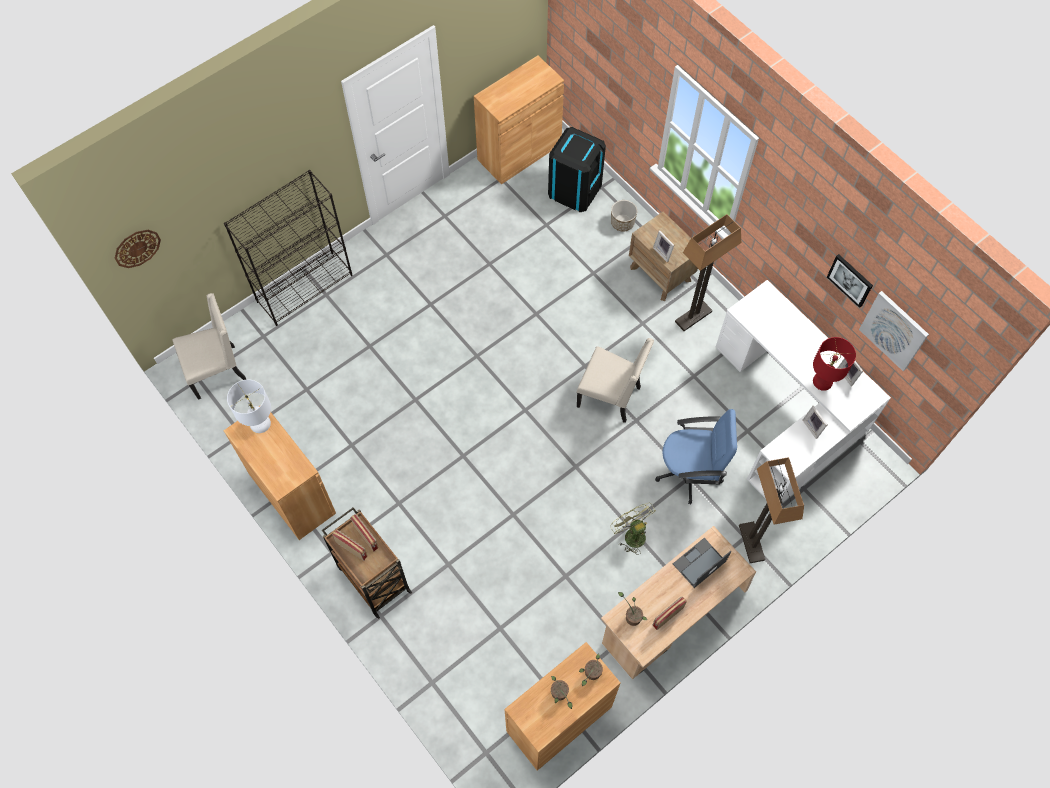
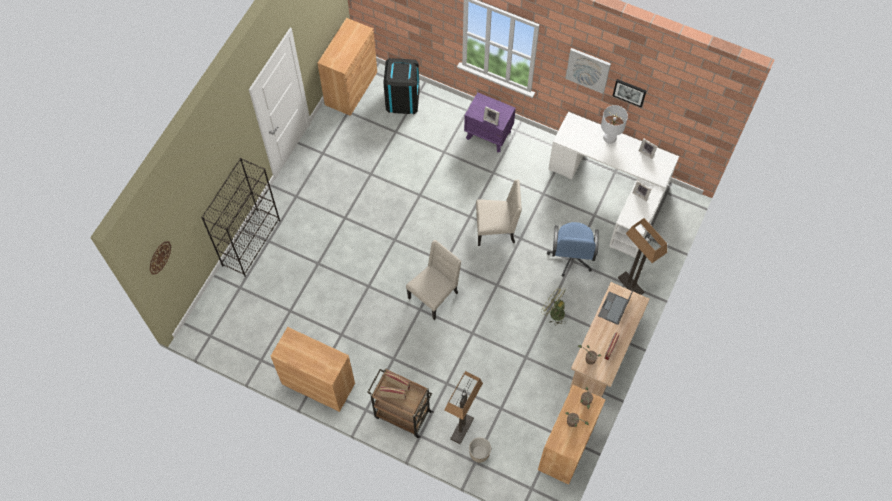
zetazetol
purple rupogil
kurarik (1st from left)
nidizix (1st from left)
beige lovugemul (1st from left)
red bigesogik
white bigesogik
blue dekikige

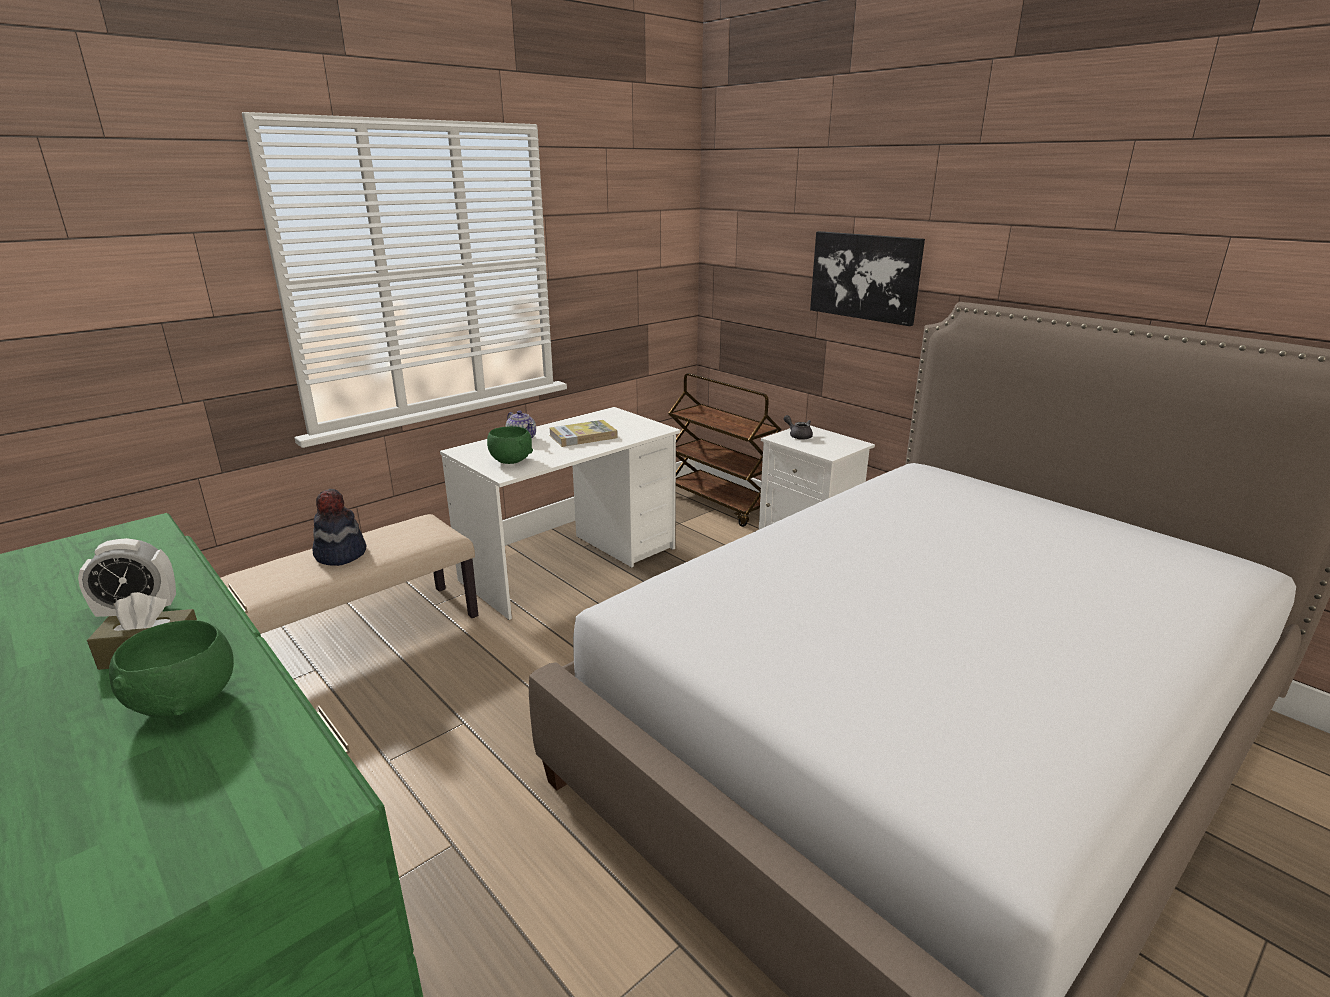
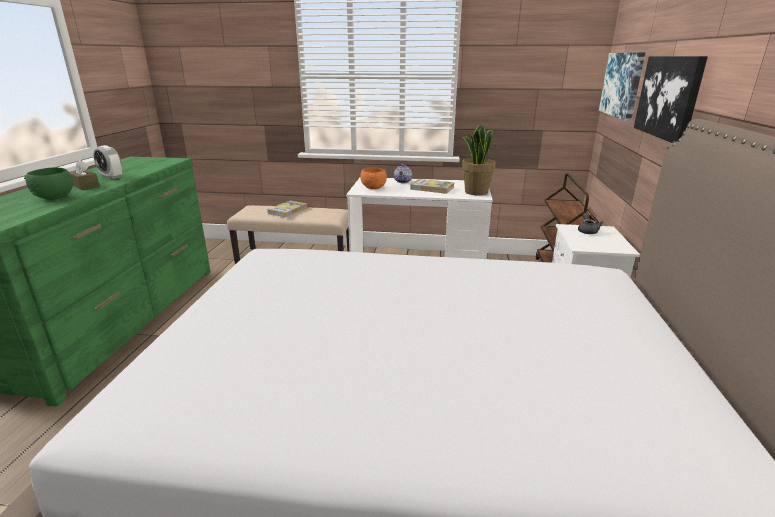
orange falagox
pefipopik (1st from left)
nidizix (1st from left)
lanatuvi

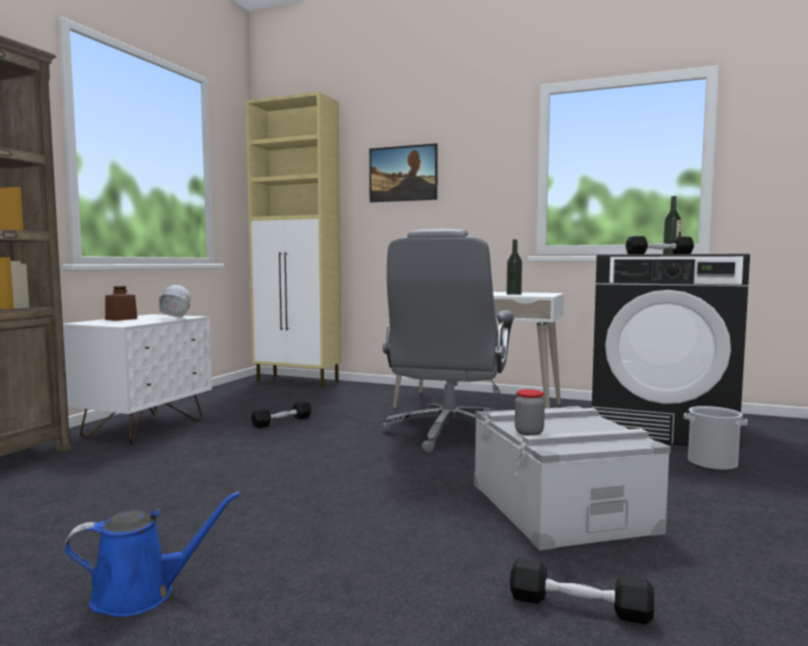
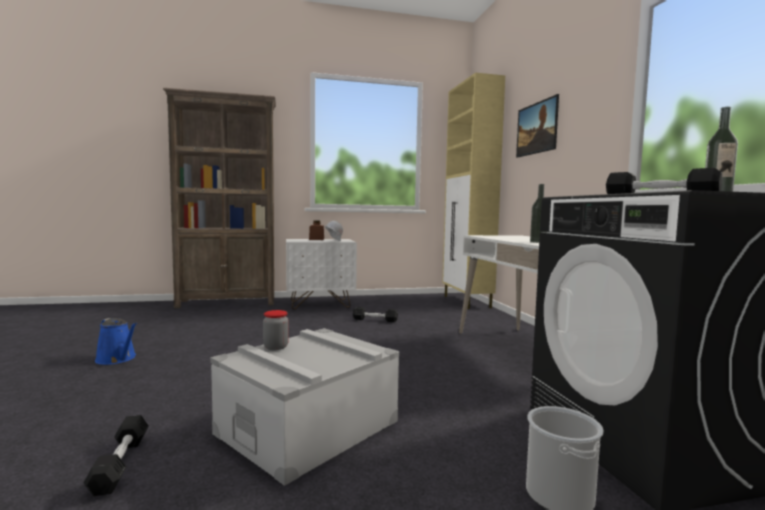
grey dekikige

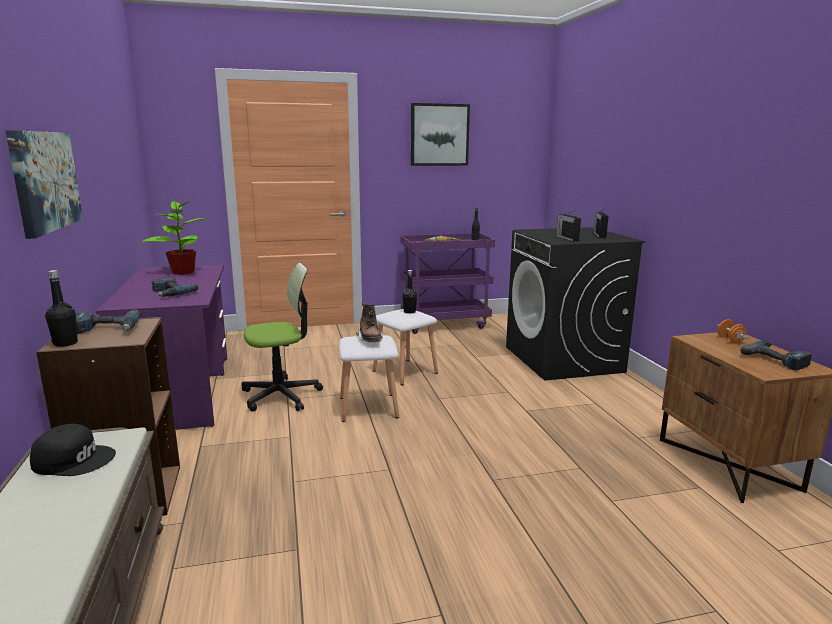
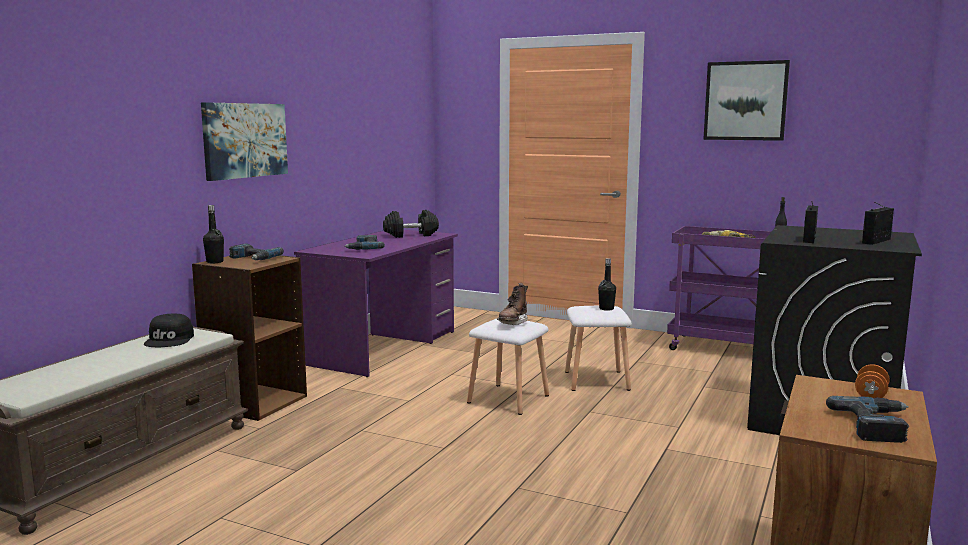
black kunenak
dekikige
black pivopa

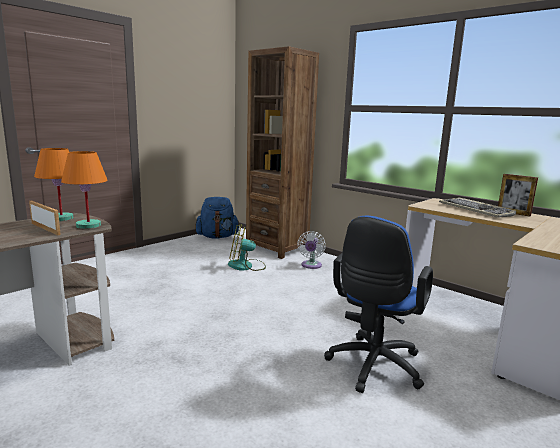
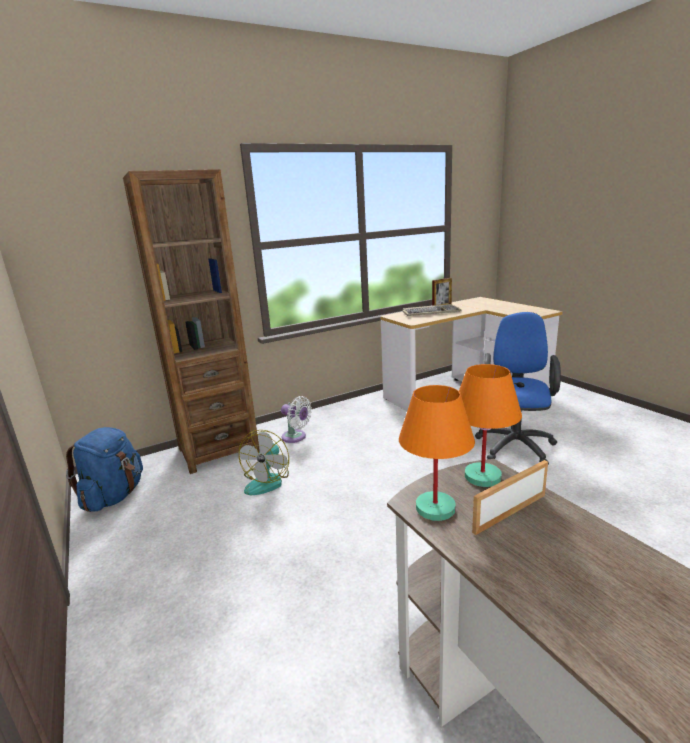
blue dekikige

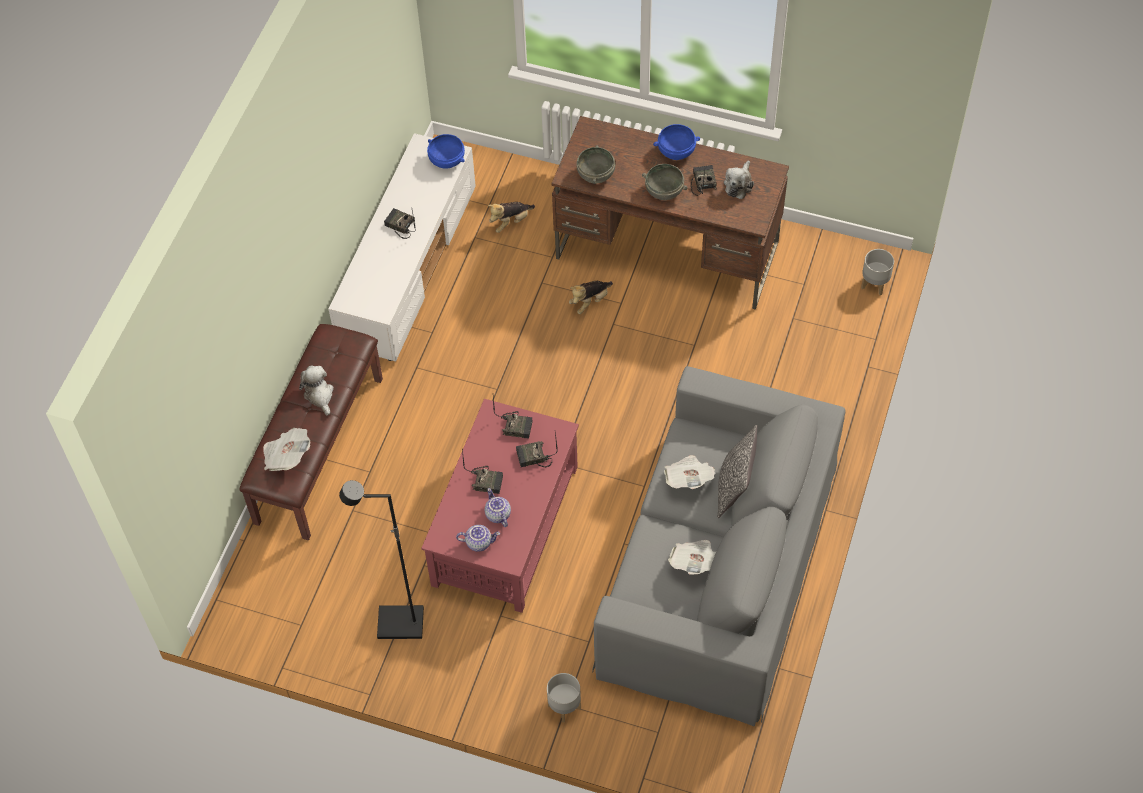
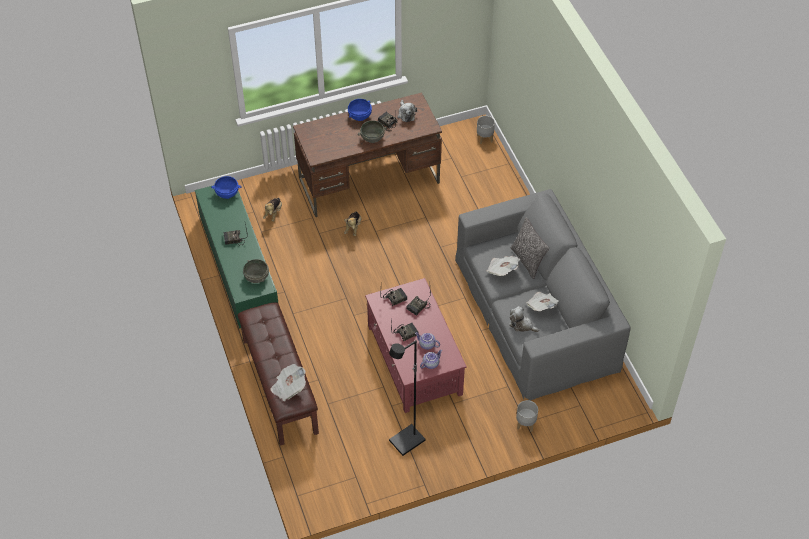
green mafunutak
grey falagox (1st from left)
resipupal (4th from left)

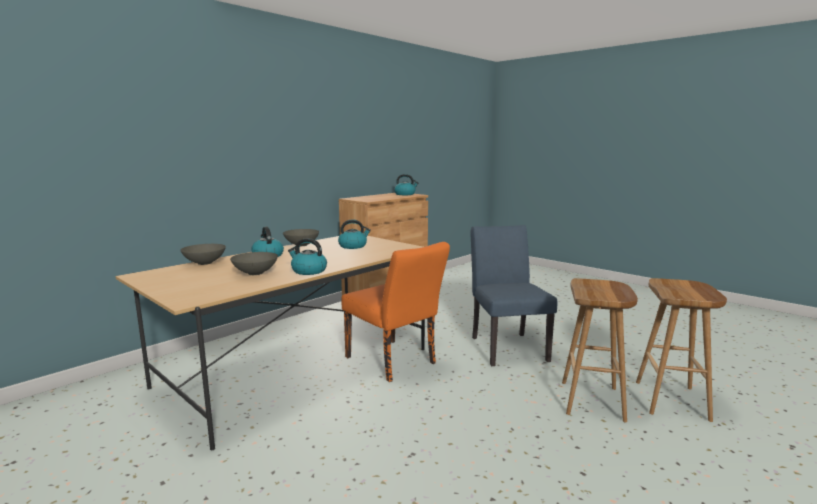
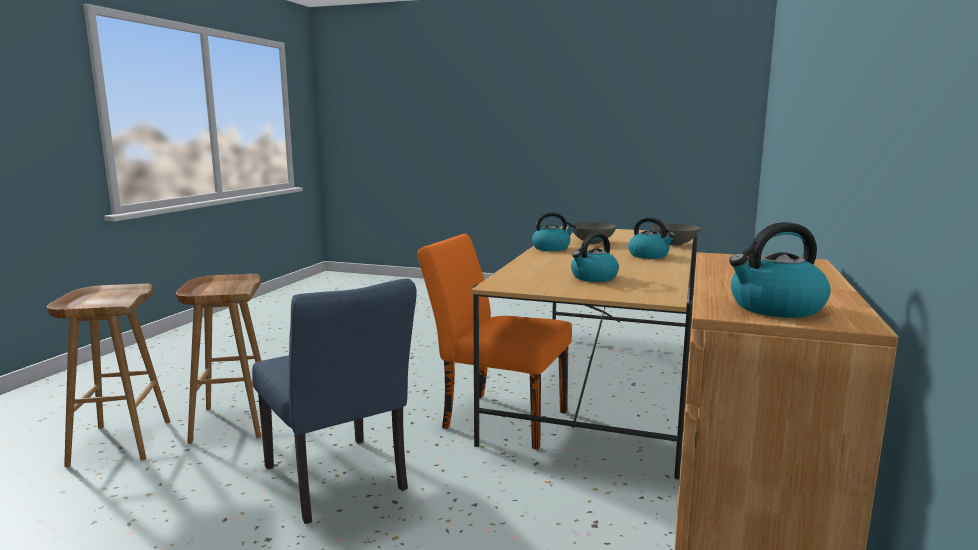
grey falagox (3rd from left in the first image)

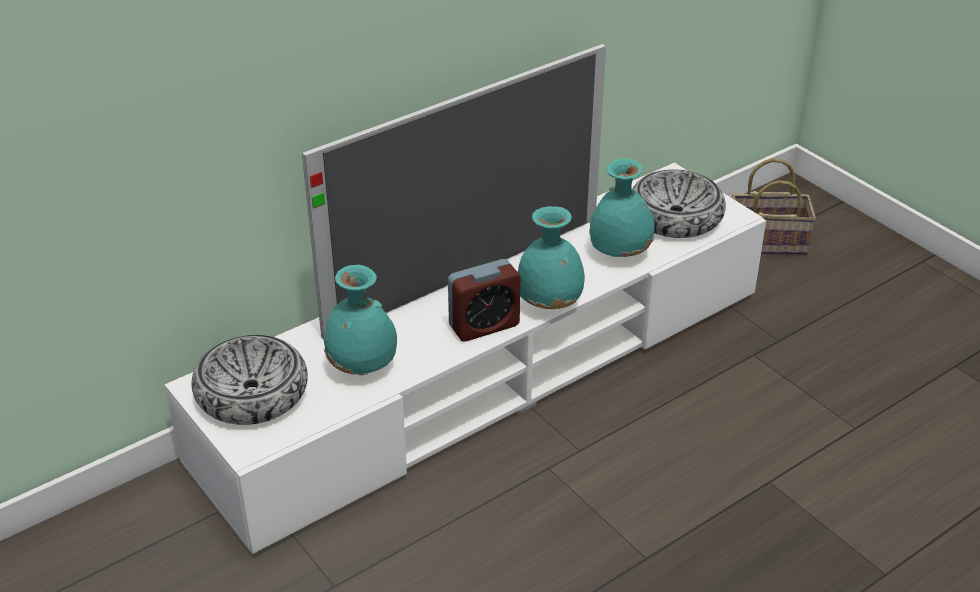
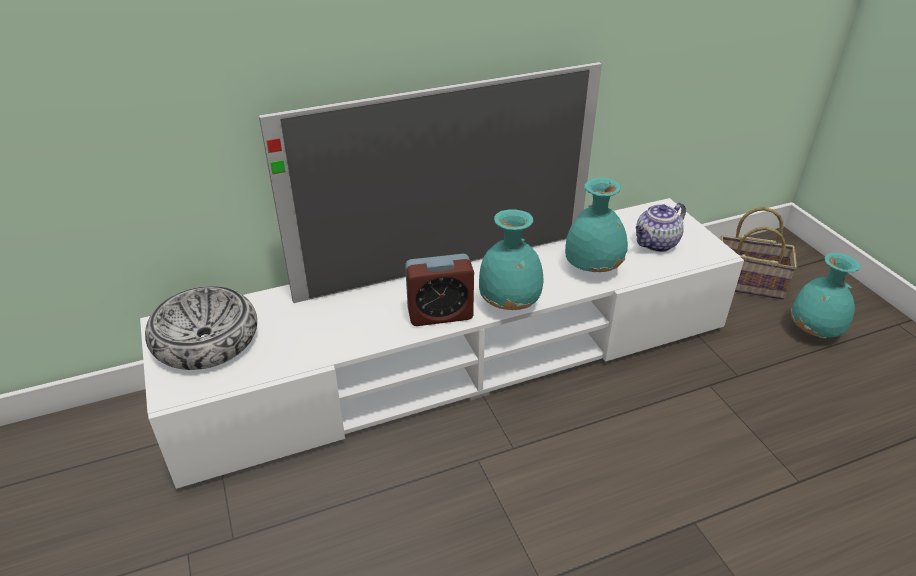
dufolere
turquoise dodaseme (3rd from left)

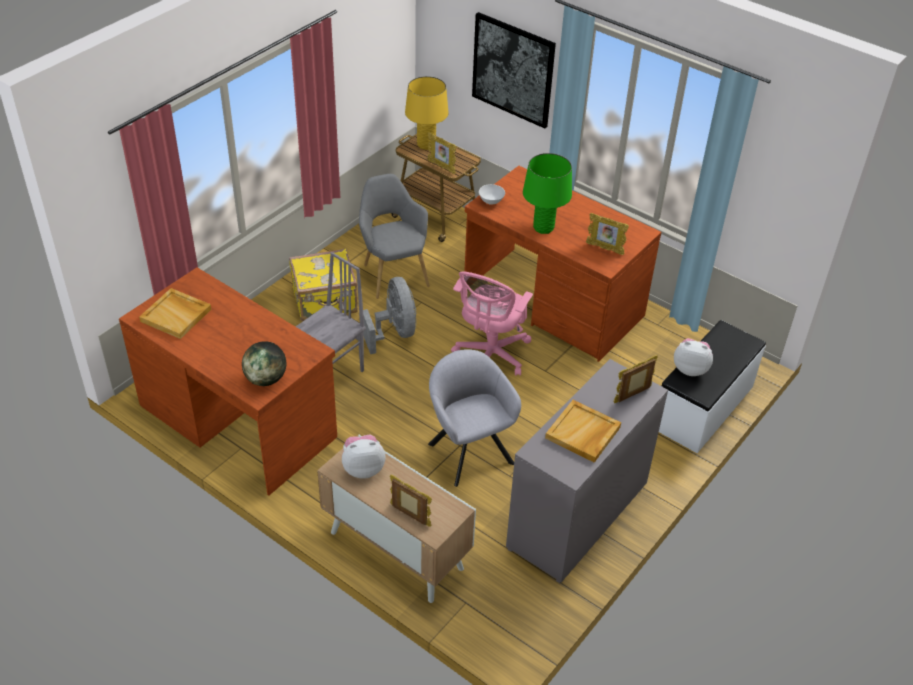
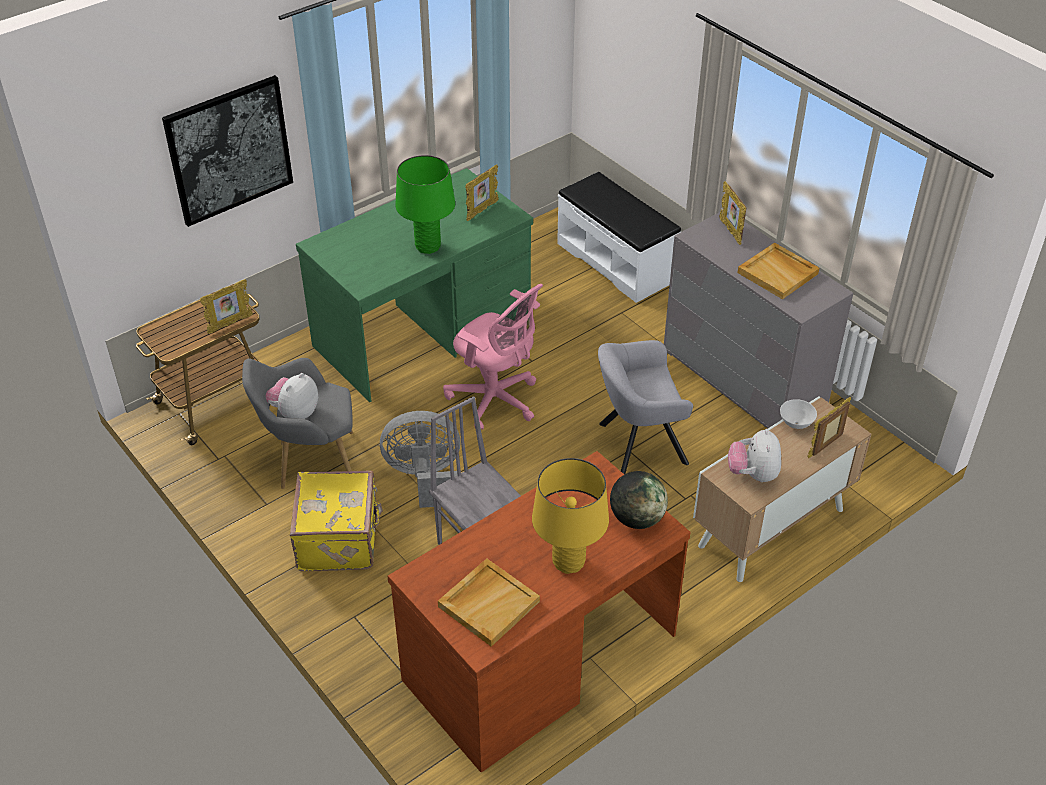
yellow bigesogik
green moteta
white falagox
resipupal (1st from left)

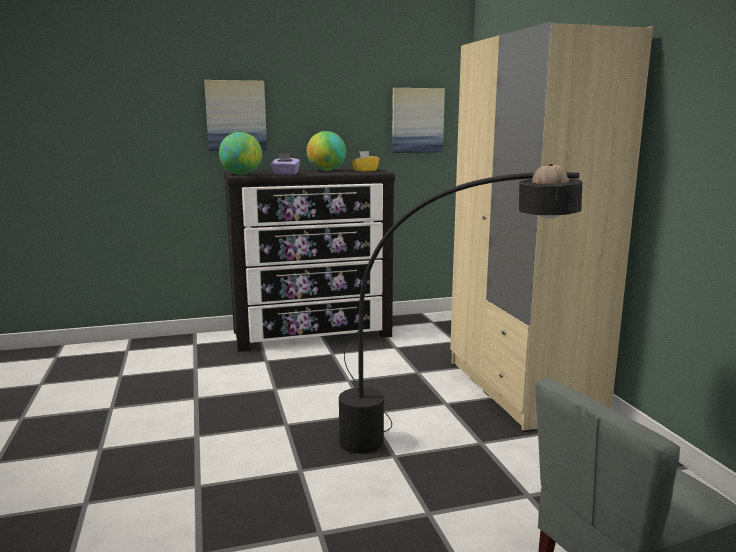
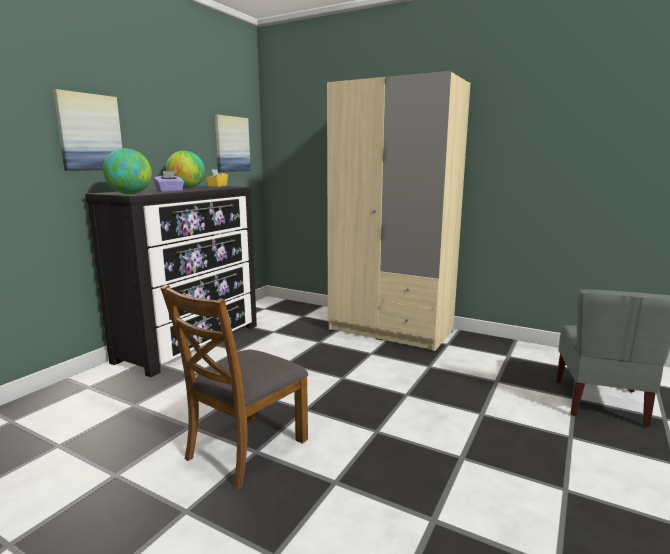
black kurarik
brown lovugemul

